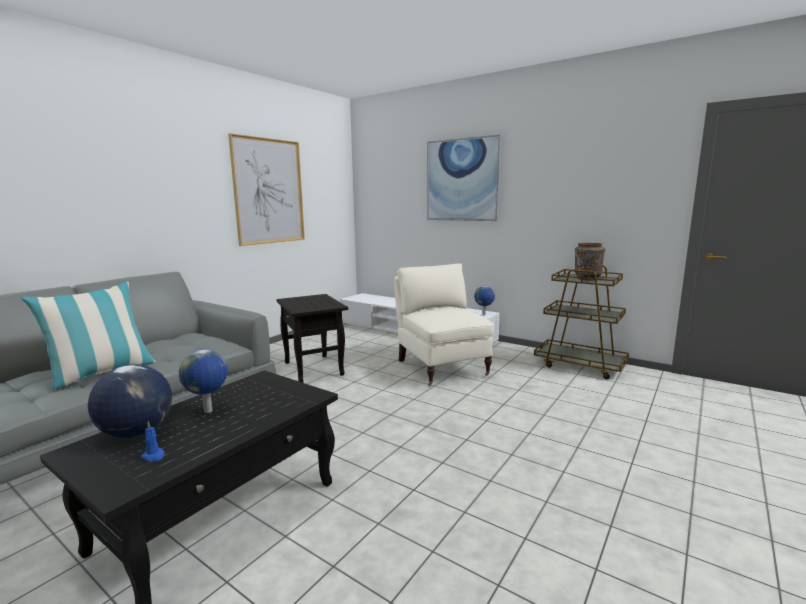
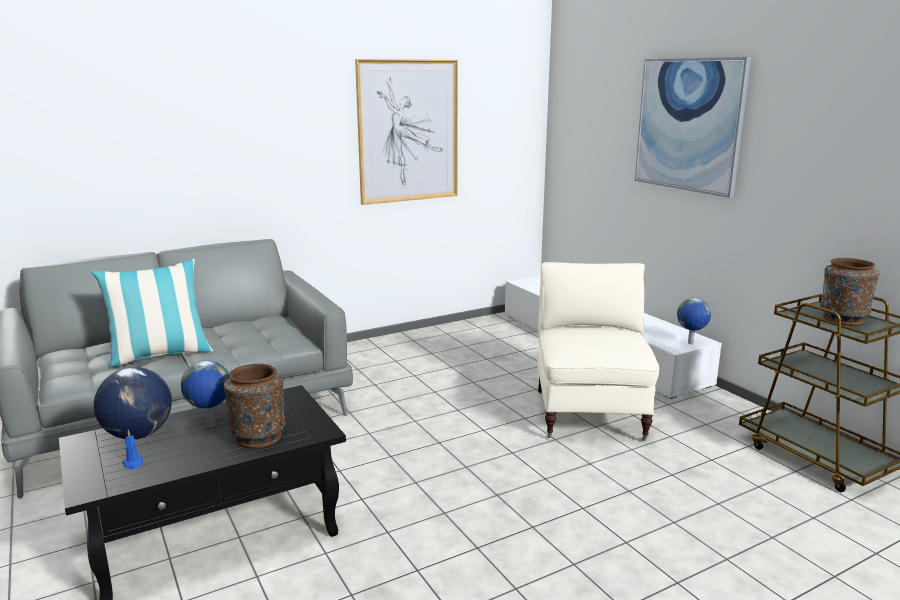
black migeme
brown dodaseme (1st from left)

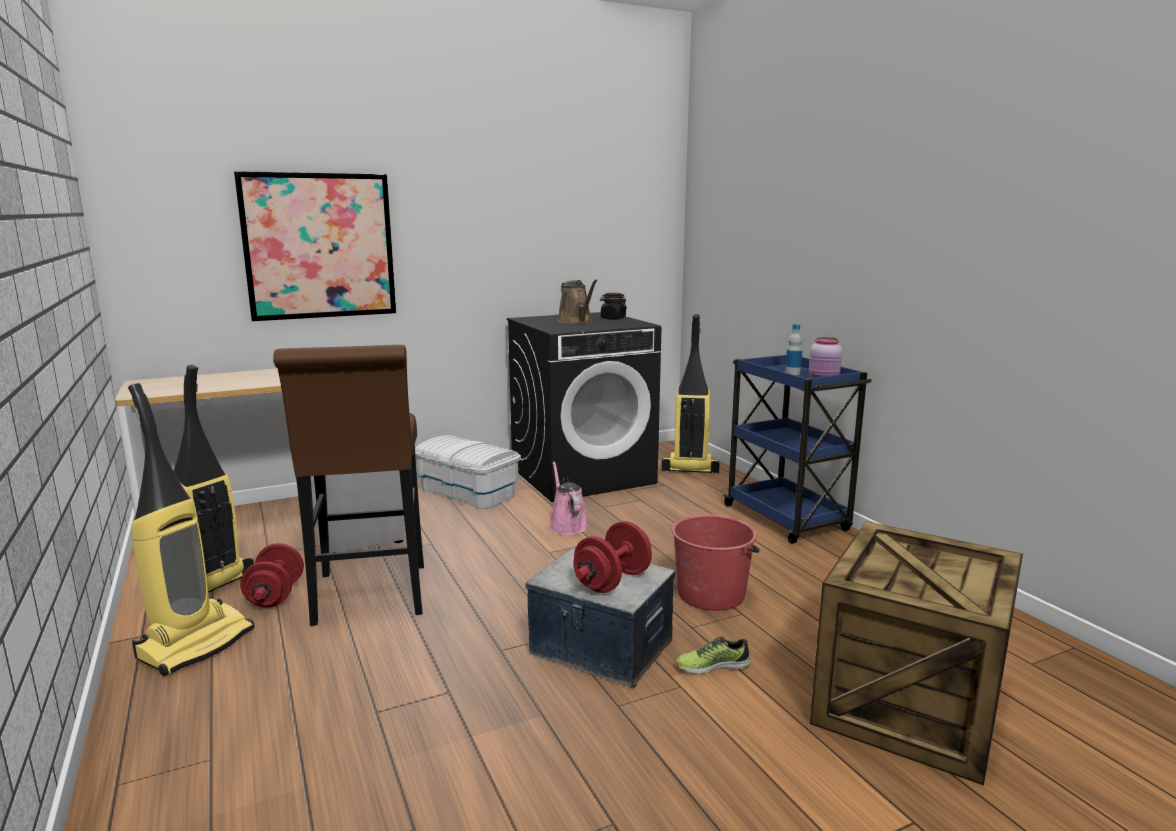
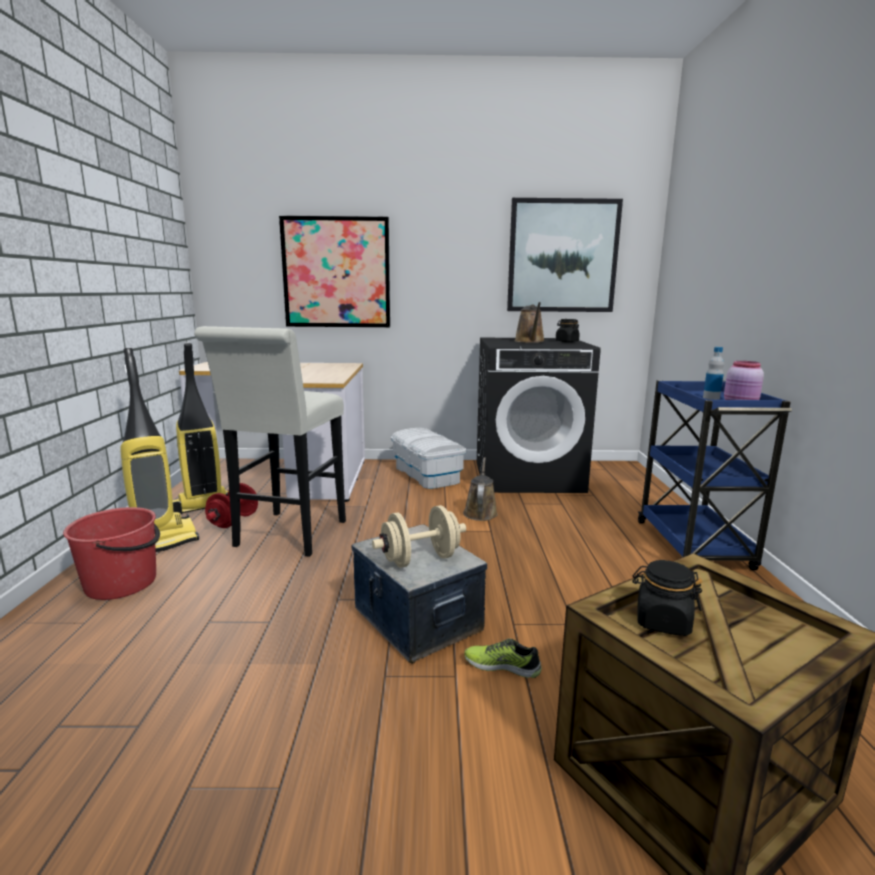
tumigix (3rd from left in the first image)
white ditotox
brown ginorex (1st from left)
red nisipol
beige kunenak
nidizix (2nd from left)
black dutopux (2nd from left)

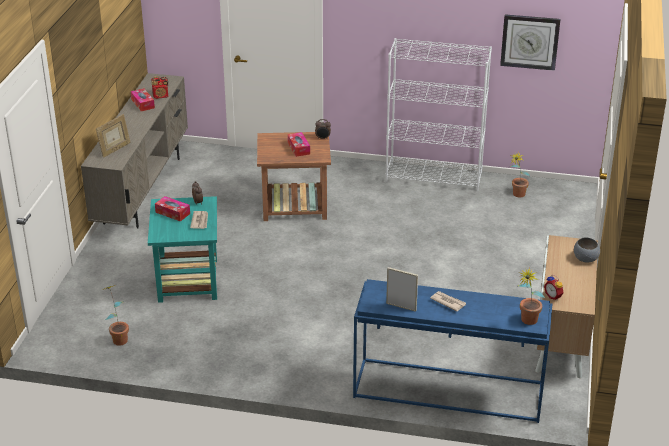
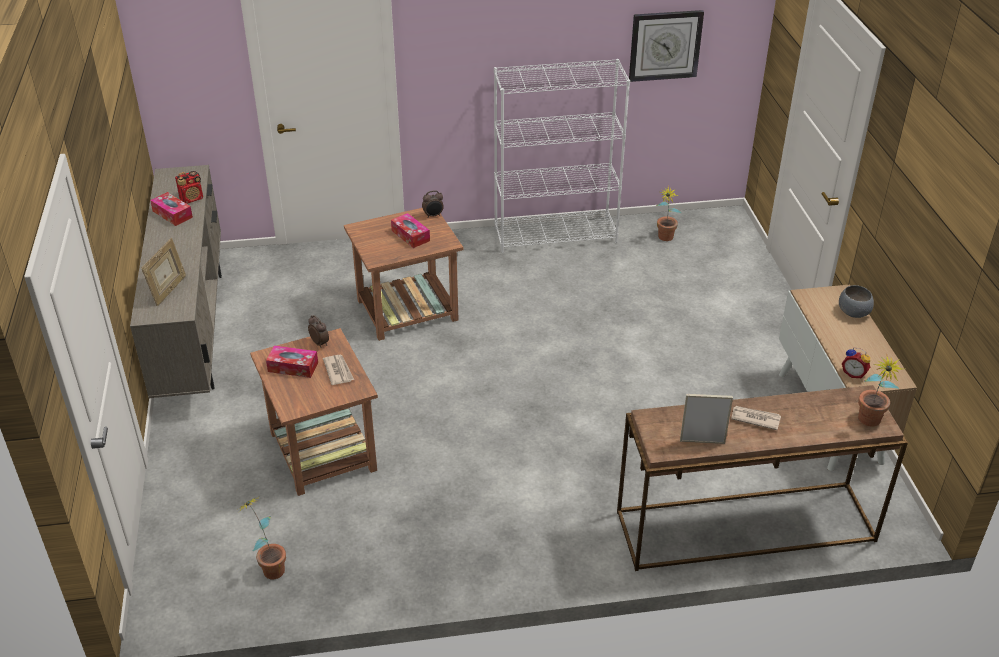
brown migeme (1st from left)
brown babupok

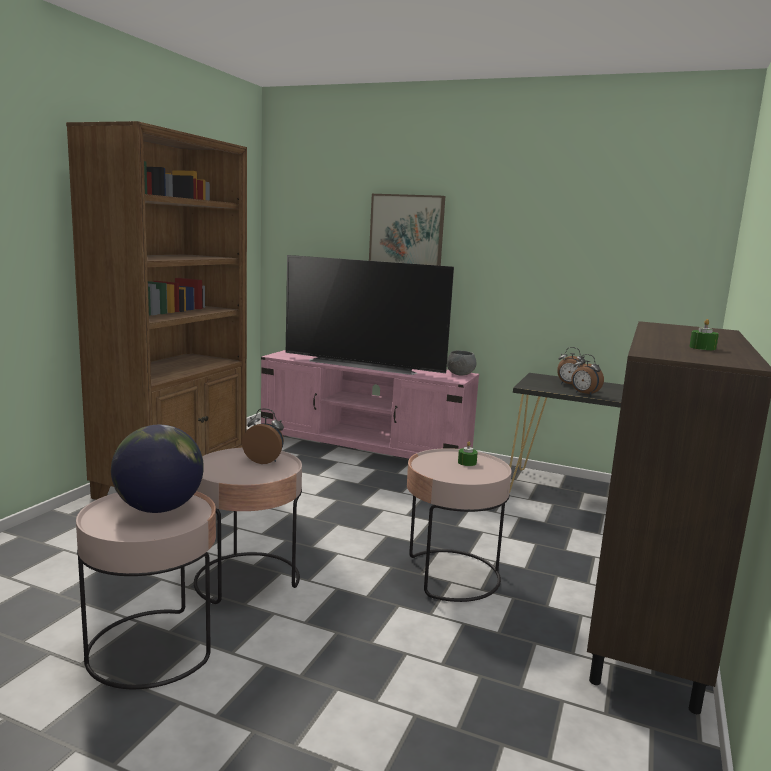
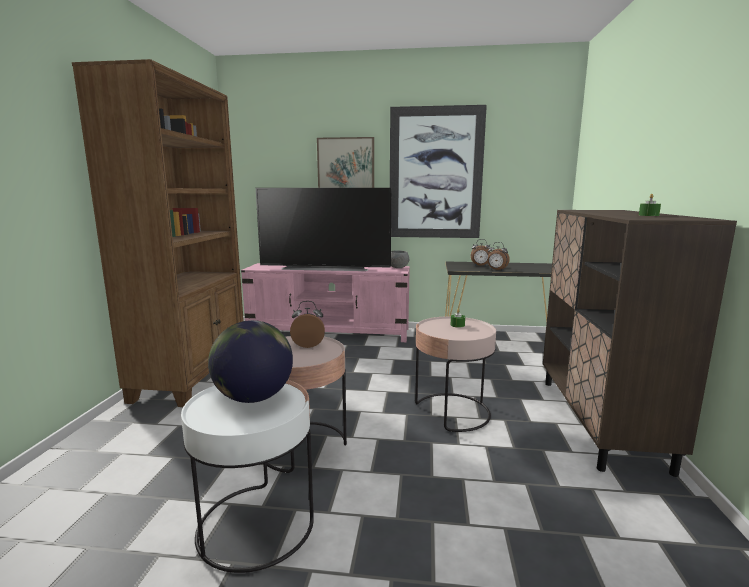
white migeme
nidizix (2nd from left)

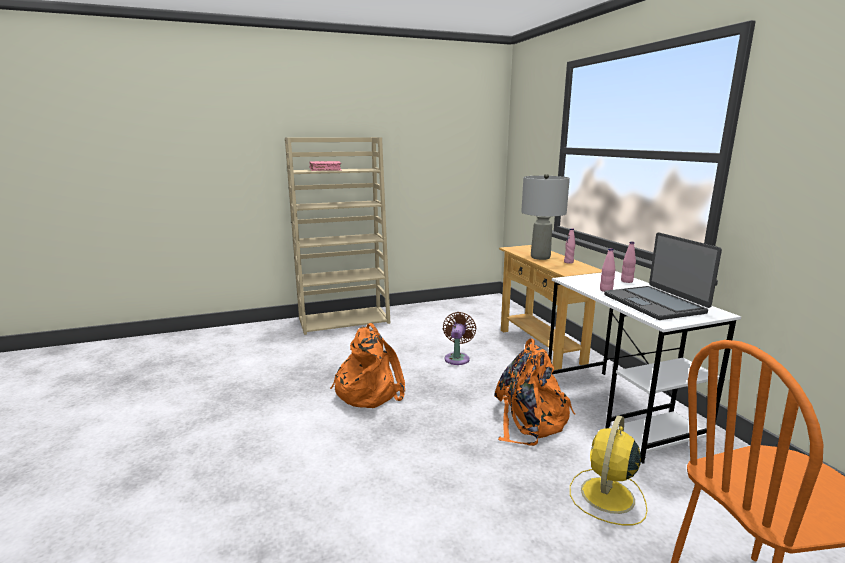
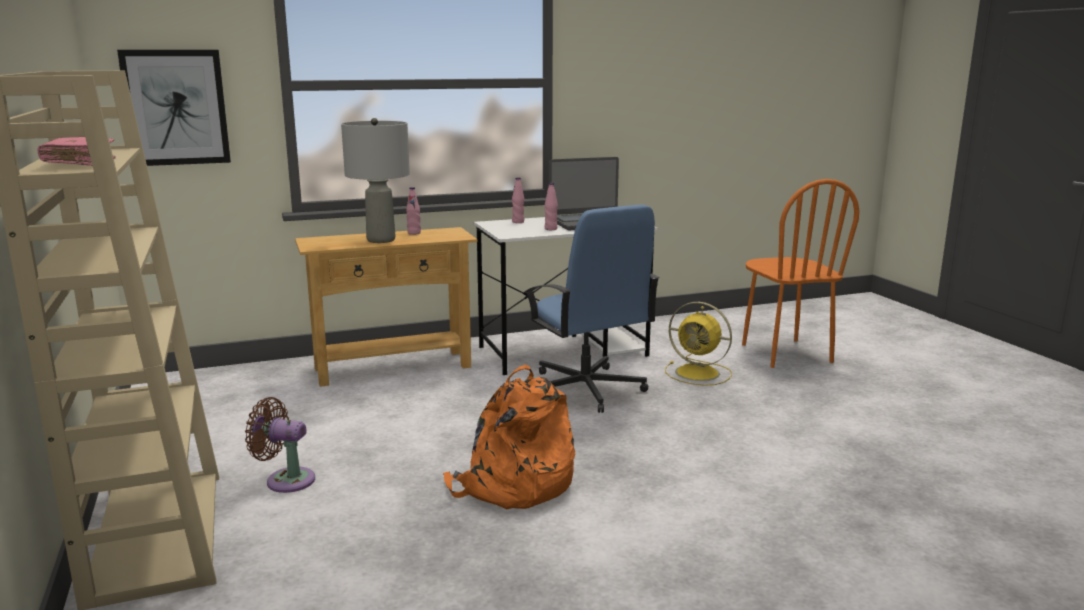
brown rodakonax
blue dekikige
nidizix

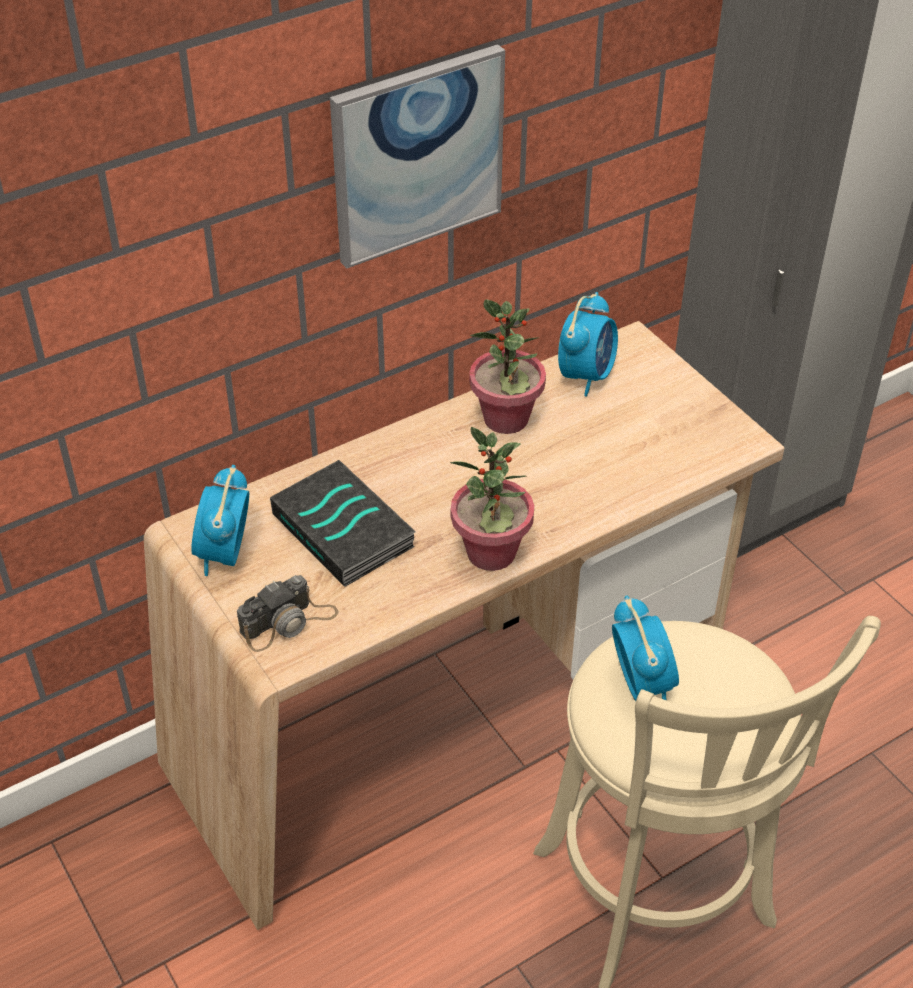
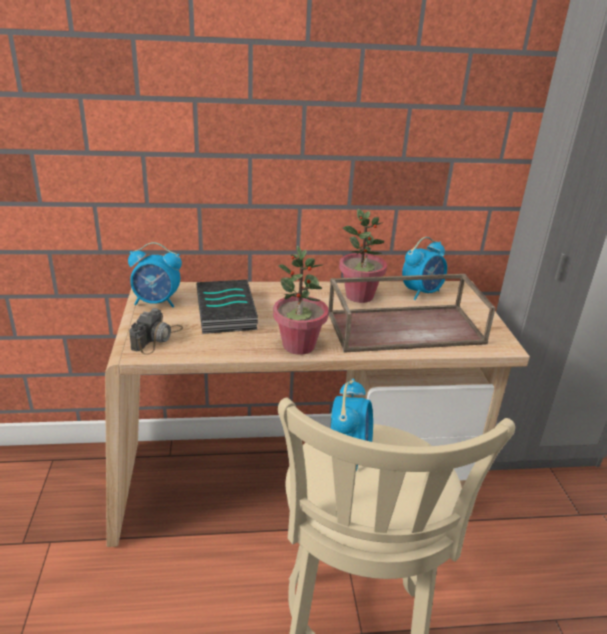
nidizix
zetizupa (1st from left)
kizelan
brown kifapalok

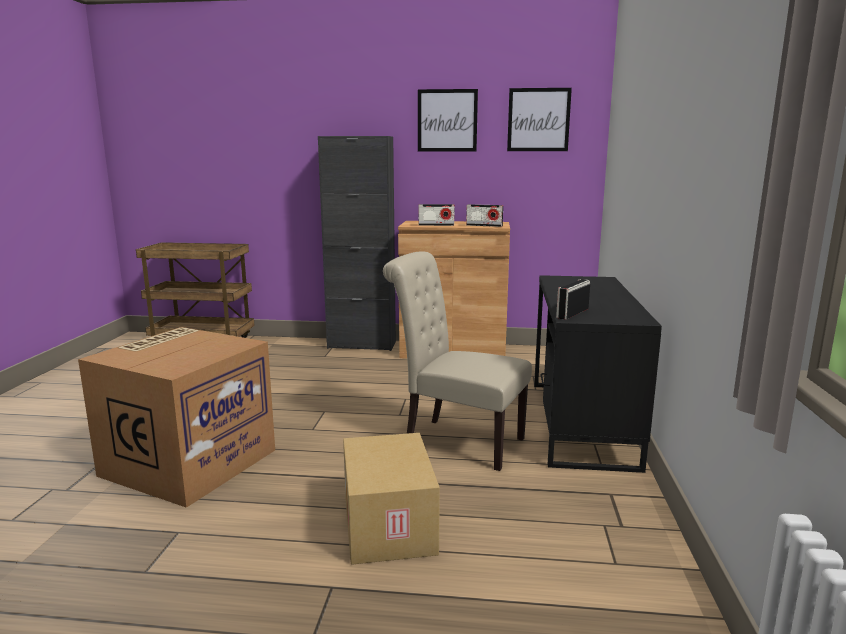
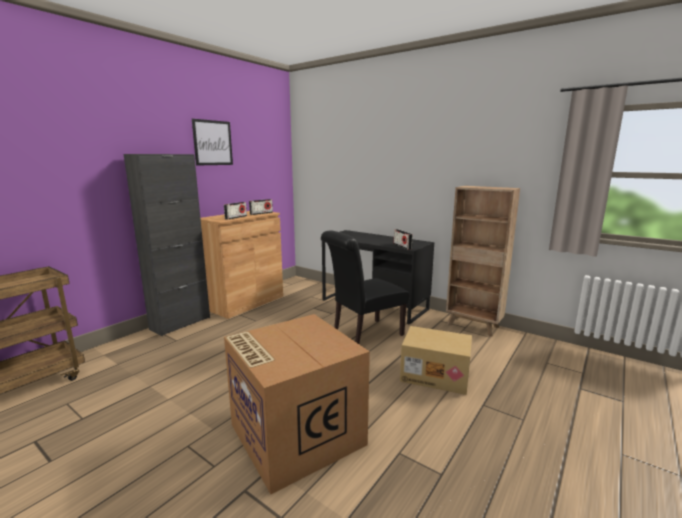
nidizix (2nd from left in the first image)
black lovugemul
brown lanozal

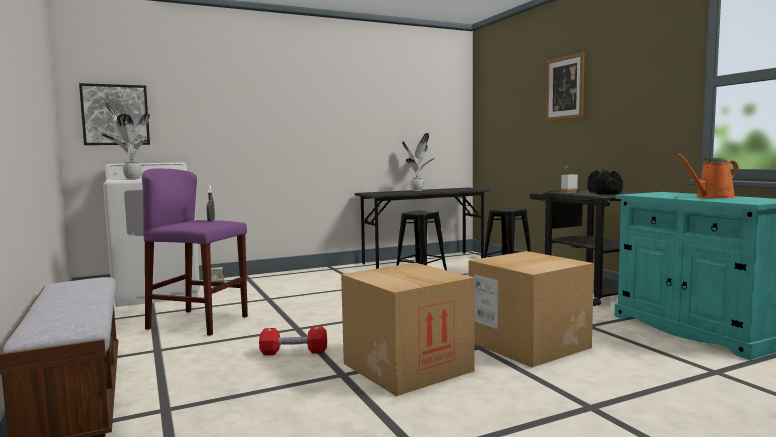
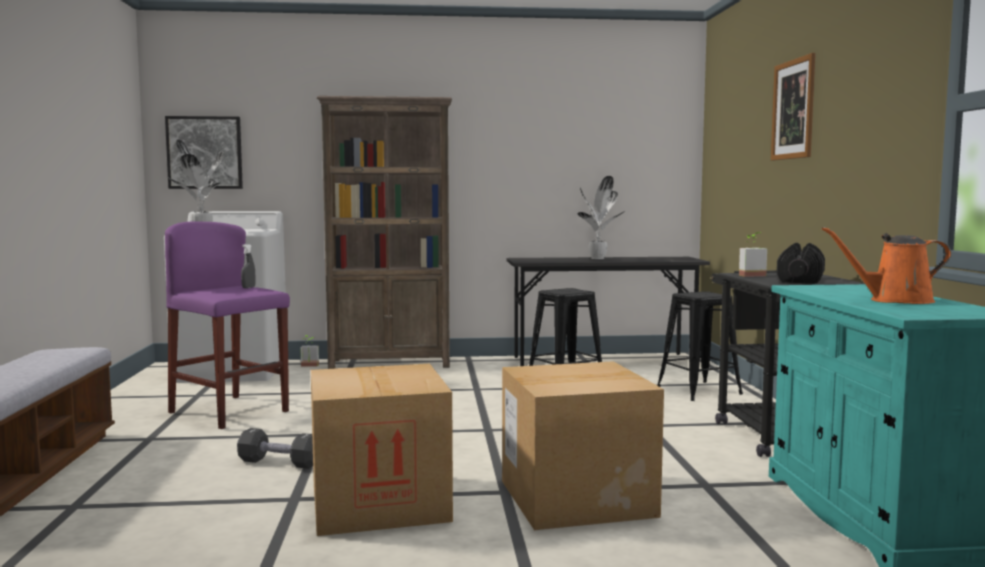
black kunenak (1st from left)
brown lanozal

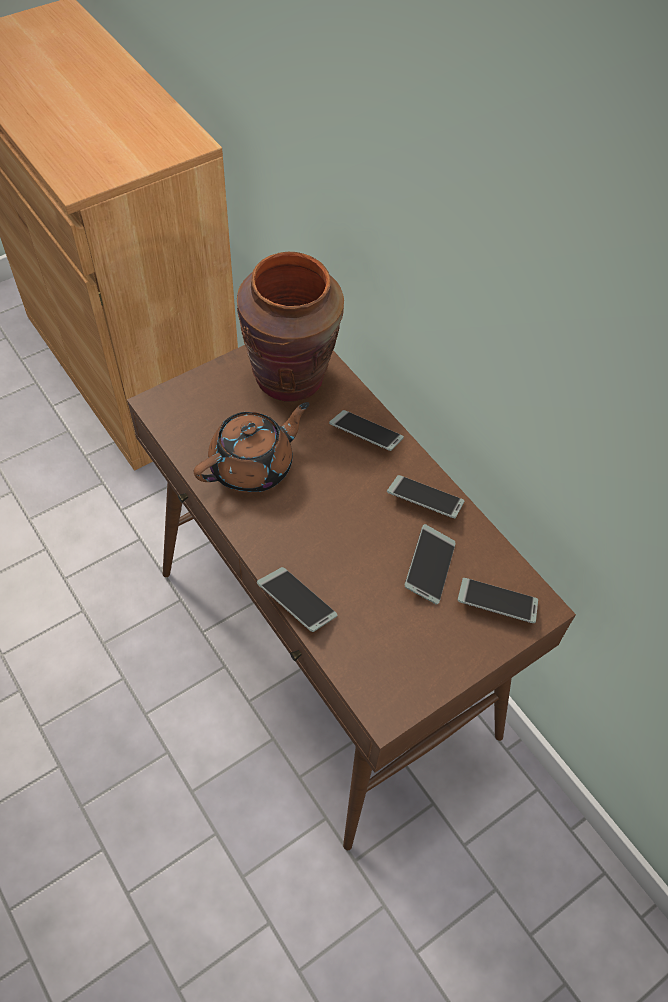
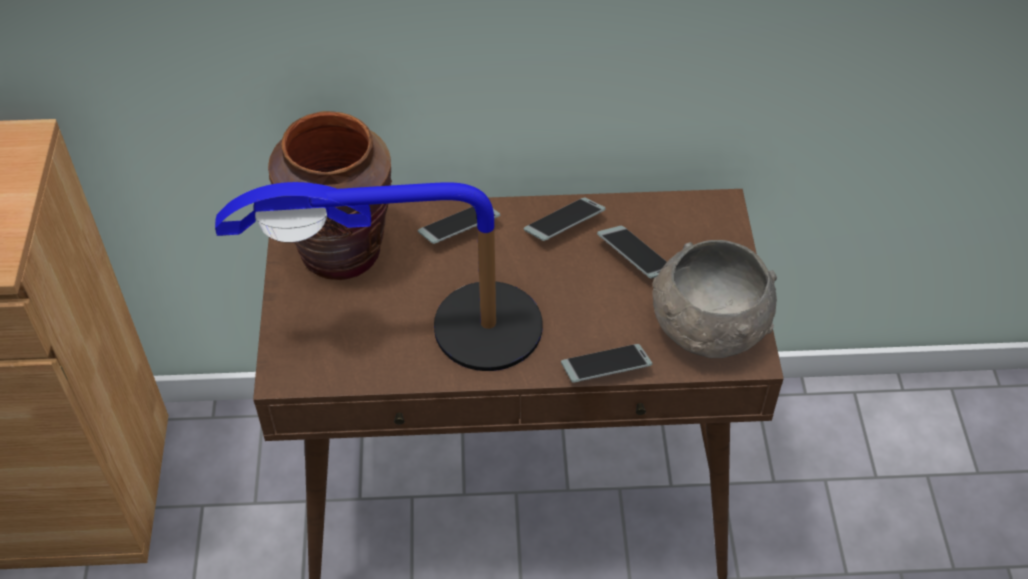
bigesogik
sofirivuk (5th from left in the first image)
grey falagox

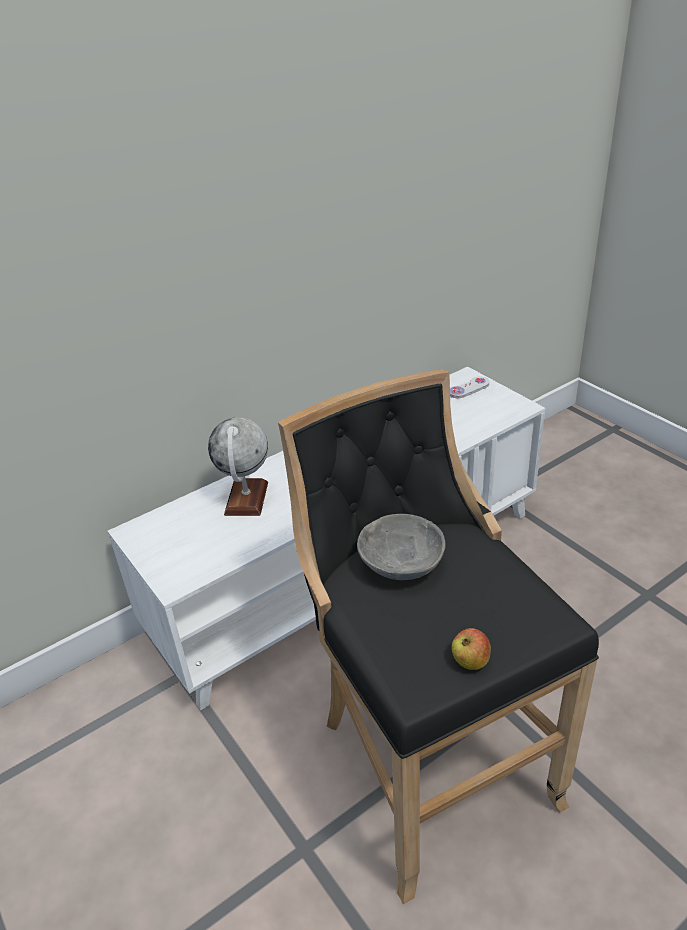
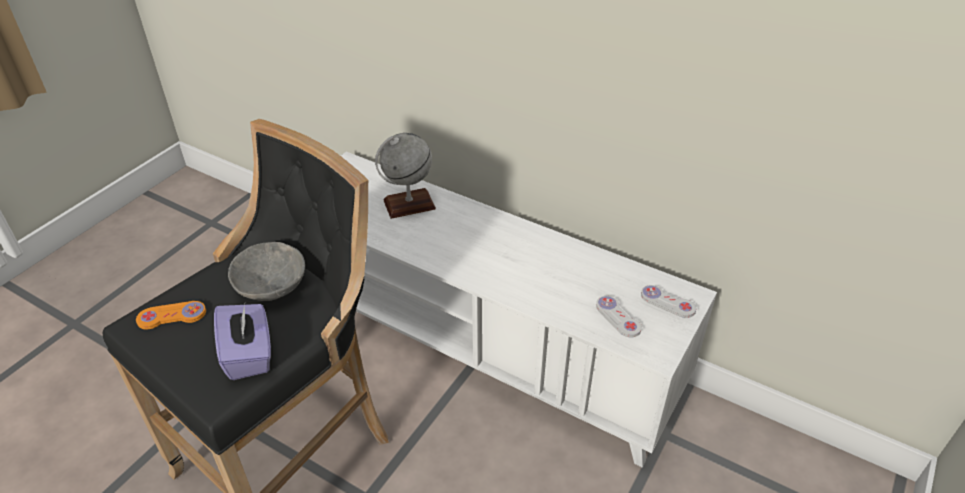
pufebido
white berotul (1st from left)
orange berotul
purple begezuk

